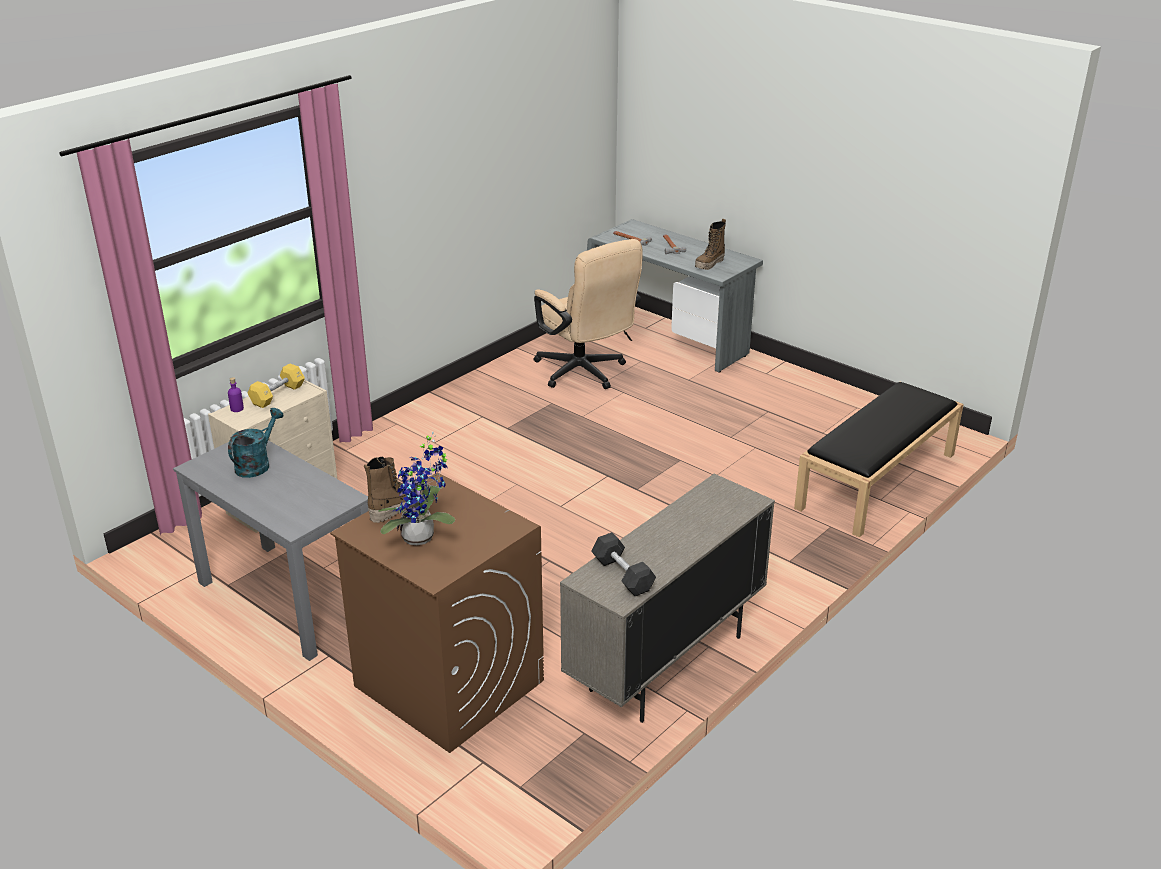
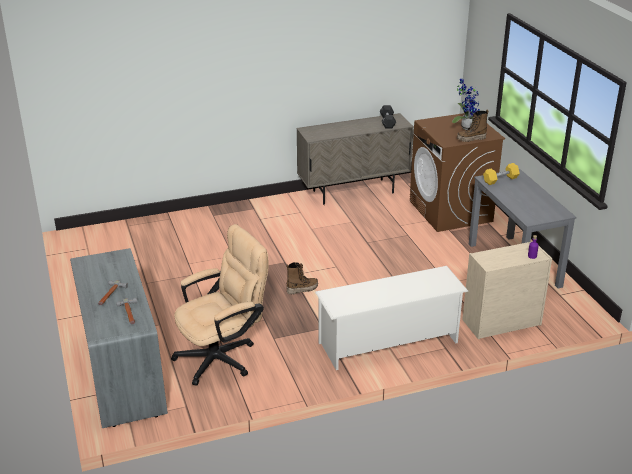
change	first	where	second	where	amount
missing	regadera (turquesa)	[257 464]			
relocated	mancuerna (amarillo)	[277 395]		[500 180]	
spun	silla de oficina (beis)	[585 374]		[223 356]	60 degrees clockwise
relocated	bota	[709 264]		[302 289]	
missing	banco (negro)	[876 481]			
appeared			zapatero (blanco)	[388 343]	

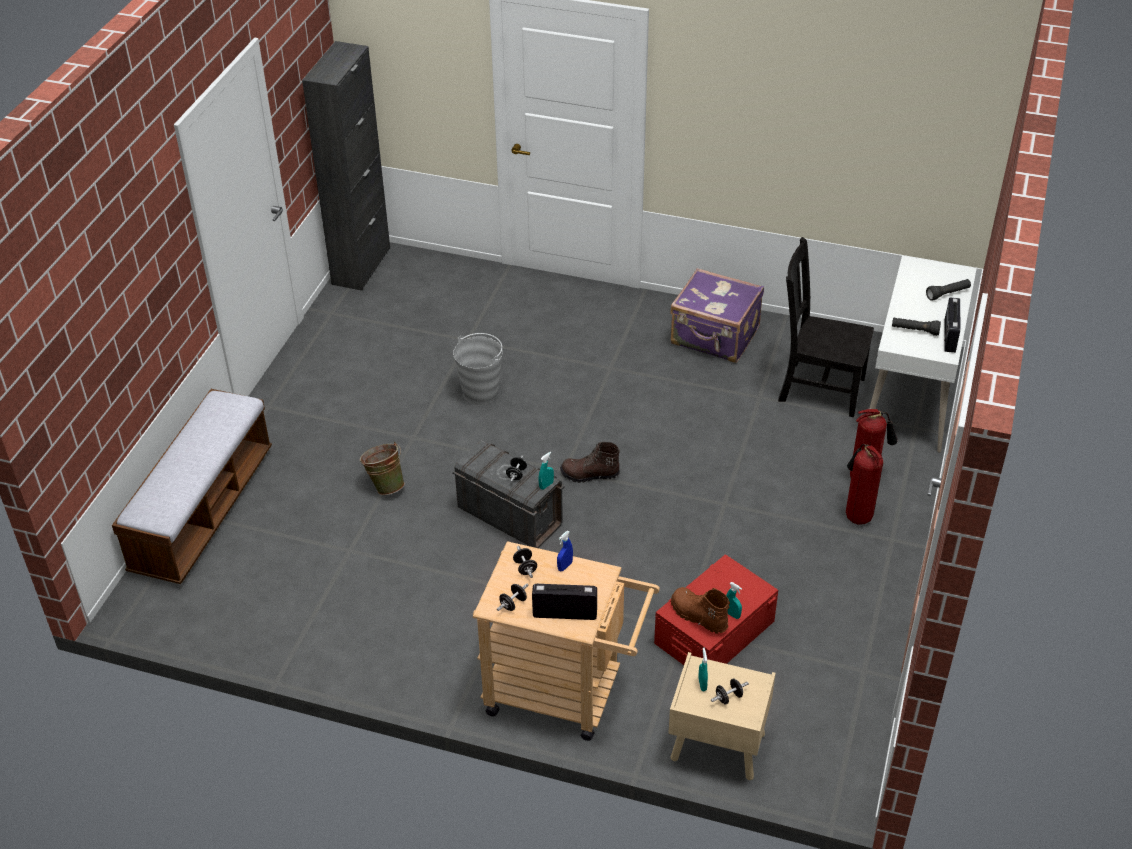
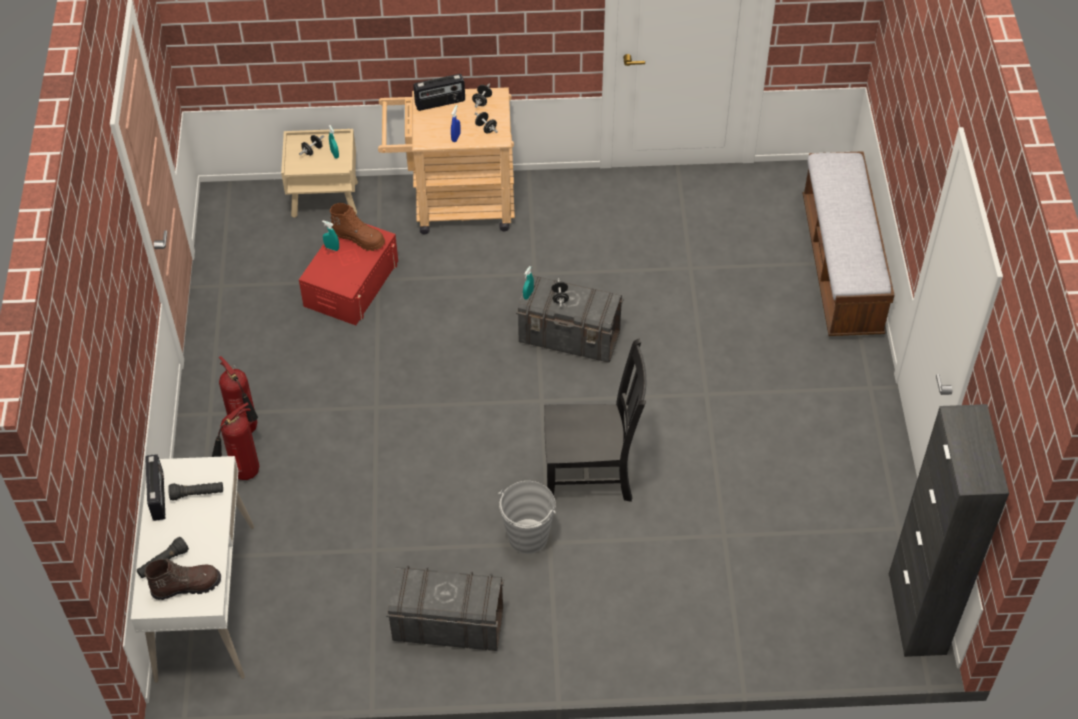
change	first	where	second	where	amount
missing	cubo (verde)	[385 485]			
relocated	cubo (gris)	[481 393]		[527 537]	
relocated	bota (marrón)	[589 475]		[186 585]	
exchanged	maleta (morado)	[715 337]	caja de almacenaje (gris)	[447 625]	
relocated	silla (negro)	[818 388]		[592 473]	

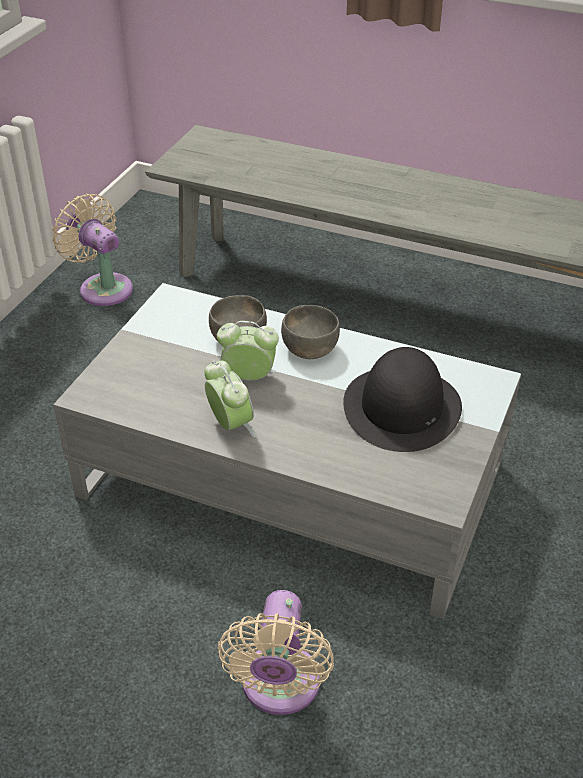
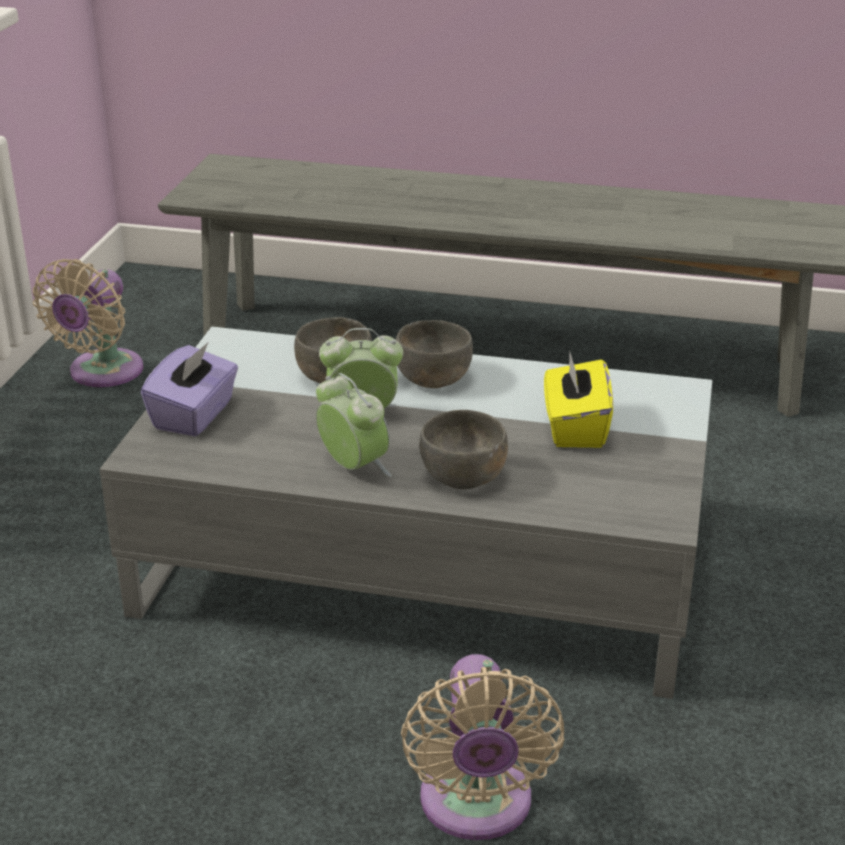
change	first	where	second	where	amount
spun	ventilador (beis)	[103 287]		[102 373]	105 degrees counterclockwise
exchanged	sombrero (negro)	[402 408]	caja de pañuelos (amarillo)	[575 428]	
appeared			caja de pañuelos (morado)	[194 415]	
appeared			cuenco (gris)	[464 477]	

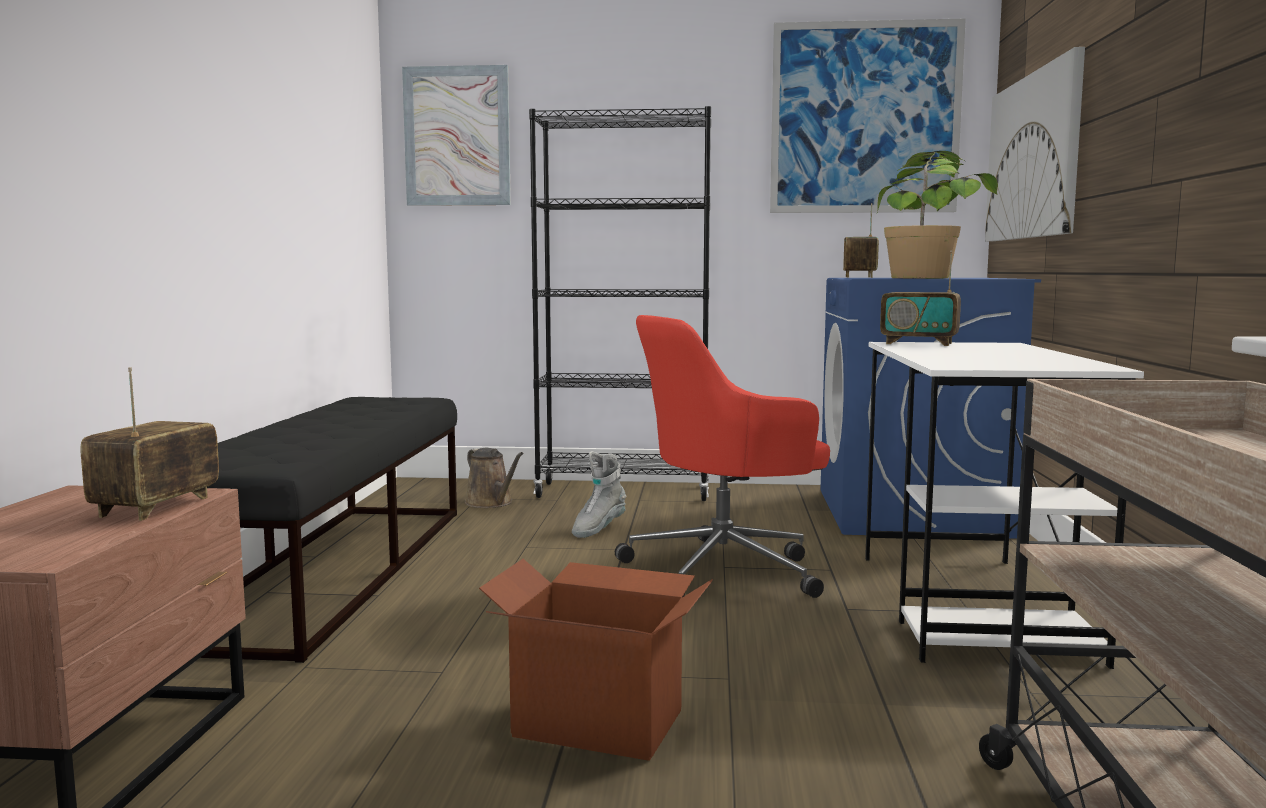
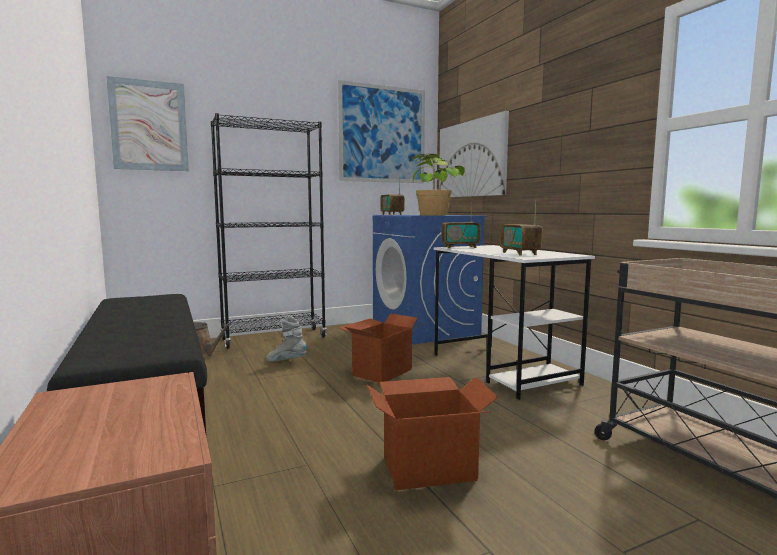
change	first	where	second	where	amount
relocated	radio	[157 507]		[520 253]	
spun	bota (gris)	[598 529]		[287 361]	105 degrees clockwise
exchanged	silla de oficina (rojo)	[725 570]	caja de cartón	[381 372]	

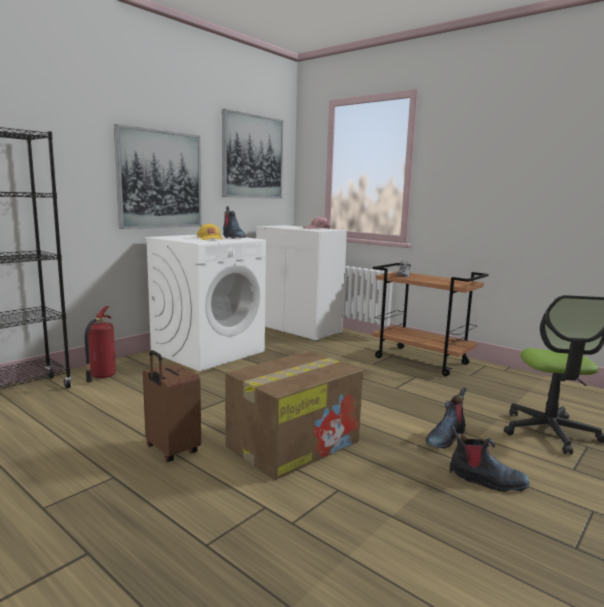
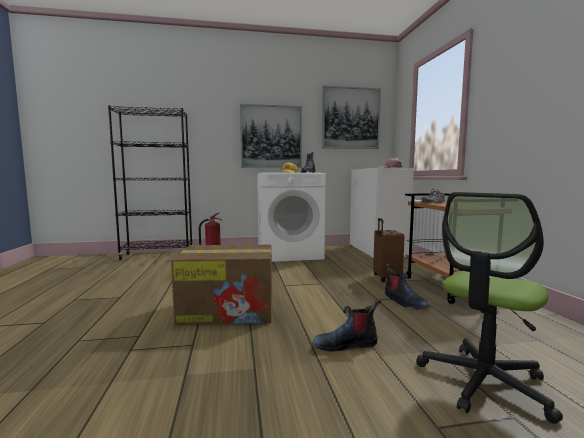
change	first	where	second	where	amount
relocated	maleta (marrón)	[171 450]		[386 278]	
relocated	bota	[486 480]		[404 302]	

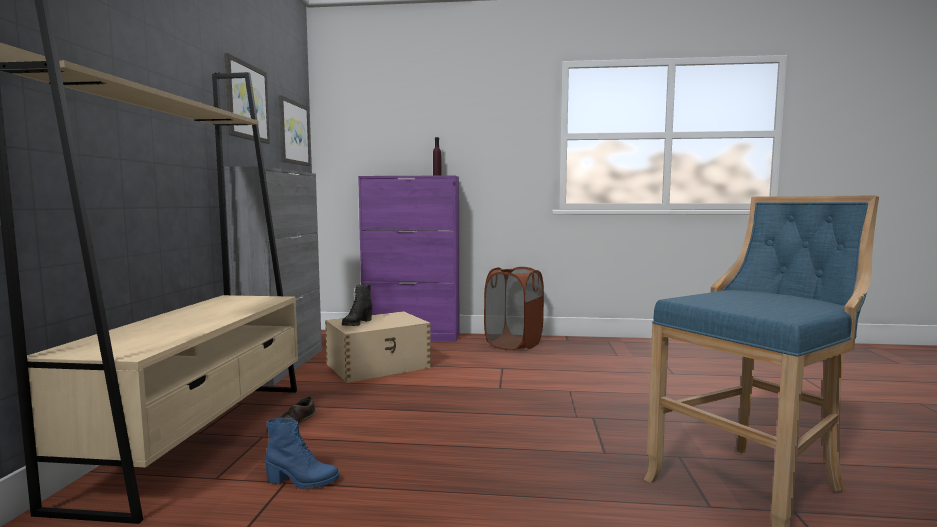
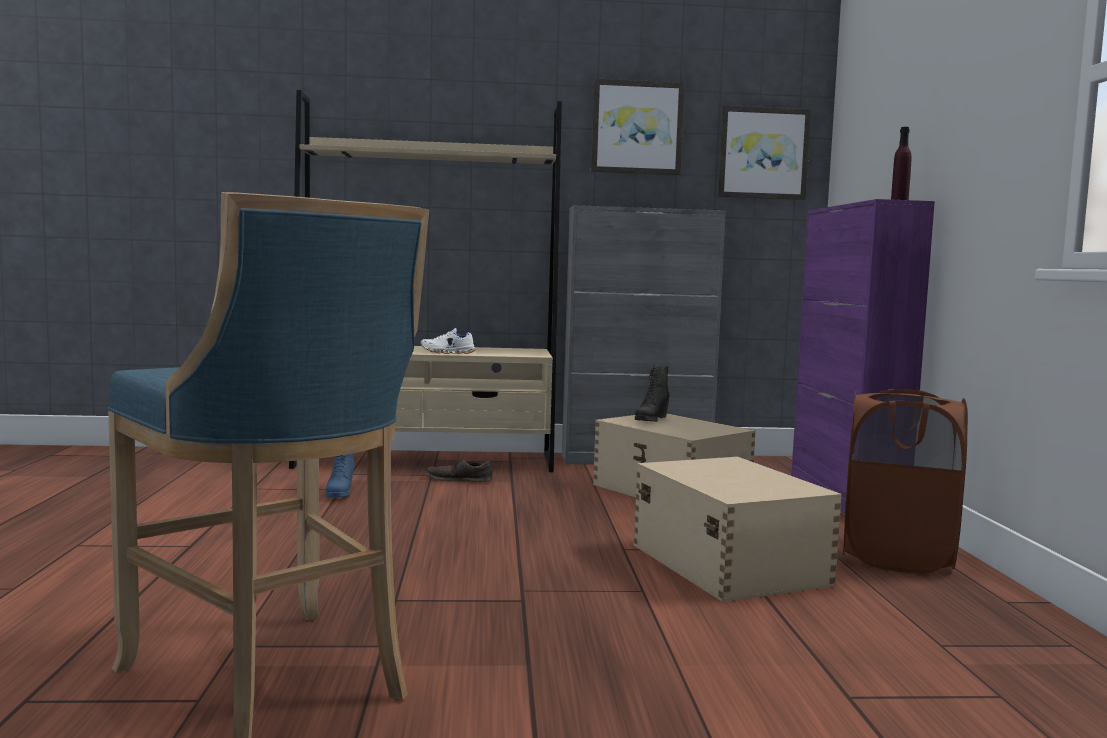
change	first	where	second	where	amount
spun	bota (negro)	[356 323]		[650 419]	75 degrees counterclockwise
appeared			zapato (blanco)	[447 353]	
appeared			caja de almacenaje (beis)	[728 563]	

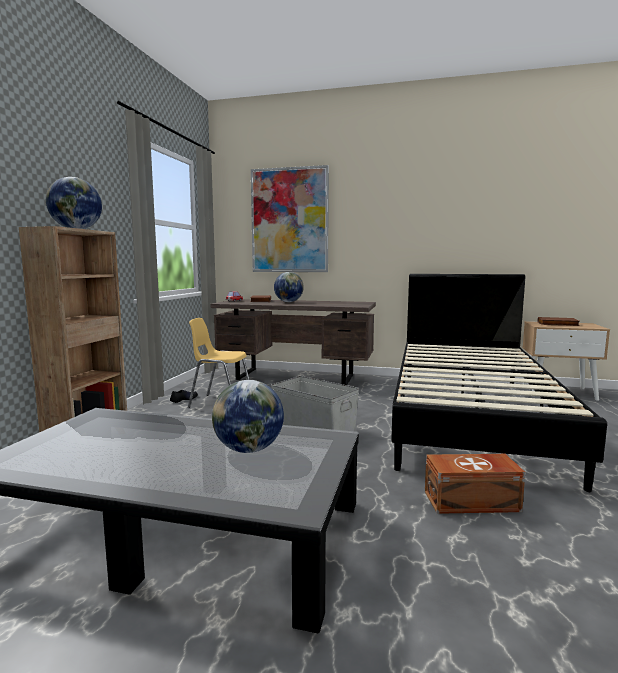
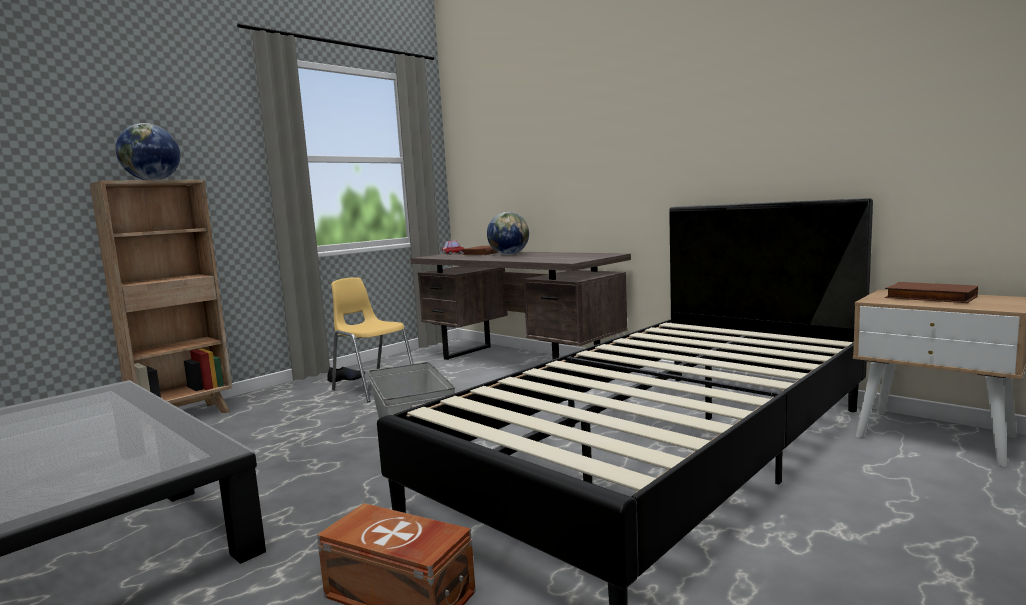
change	first	where	second	where	amount
missing	globo terráqueo	[248 450]			
missing	cuadro	[289 220]			

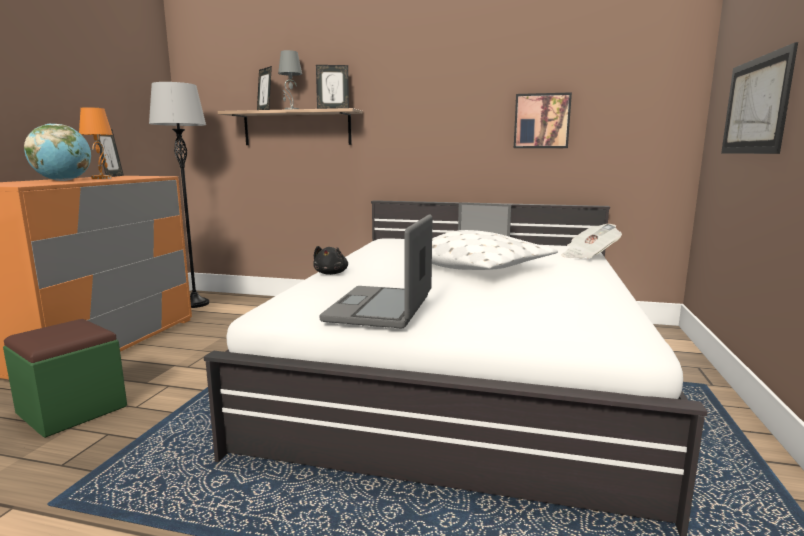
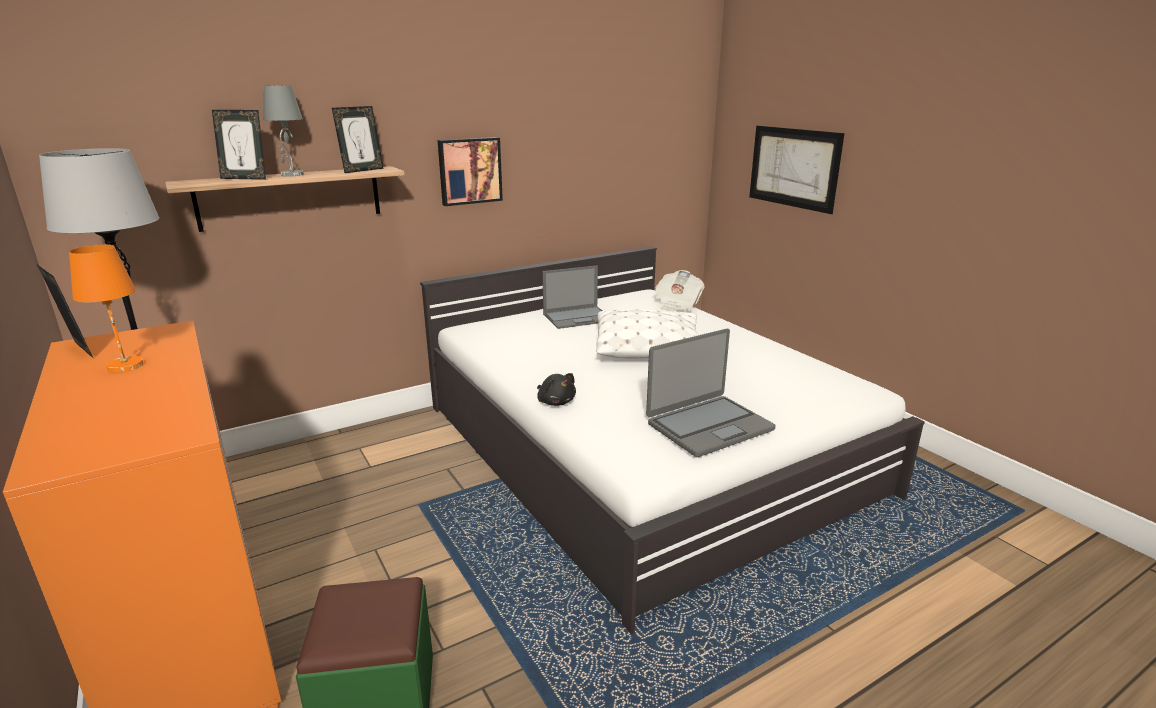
change	first	where	second	where	amount
missing	globo terráqueo	[63 181]			
spun	portátil	[381 308]		[708 426]	90 degrees counterclockwise
relocated	cuadro	[541 121]		[469 170]	

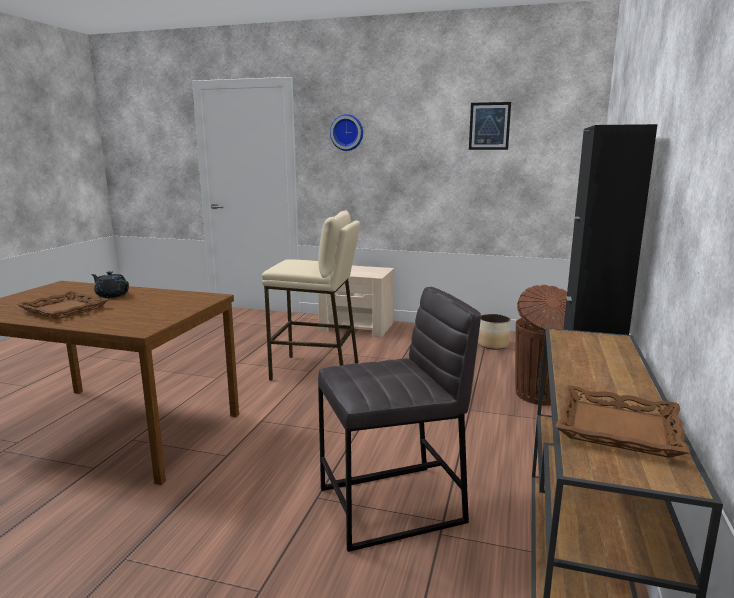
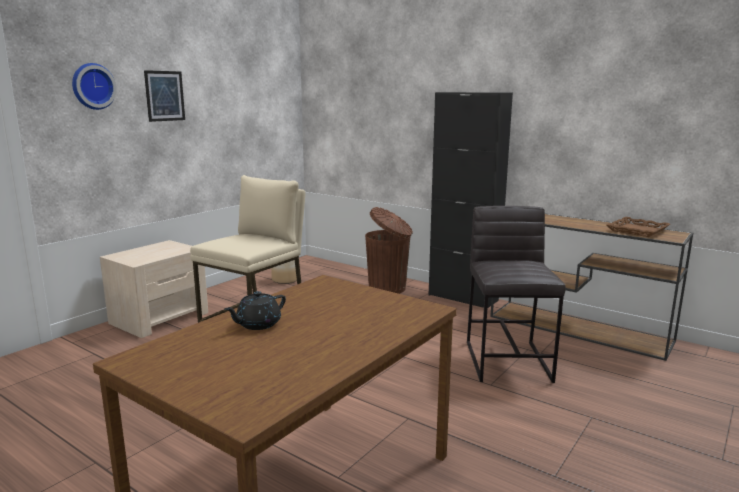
change	first	where	second	where	amount
missing	bandeja (marrón)	[65 309]			
relocated	cuadro	[489 126]		[165 96]	

